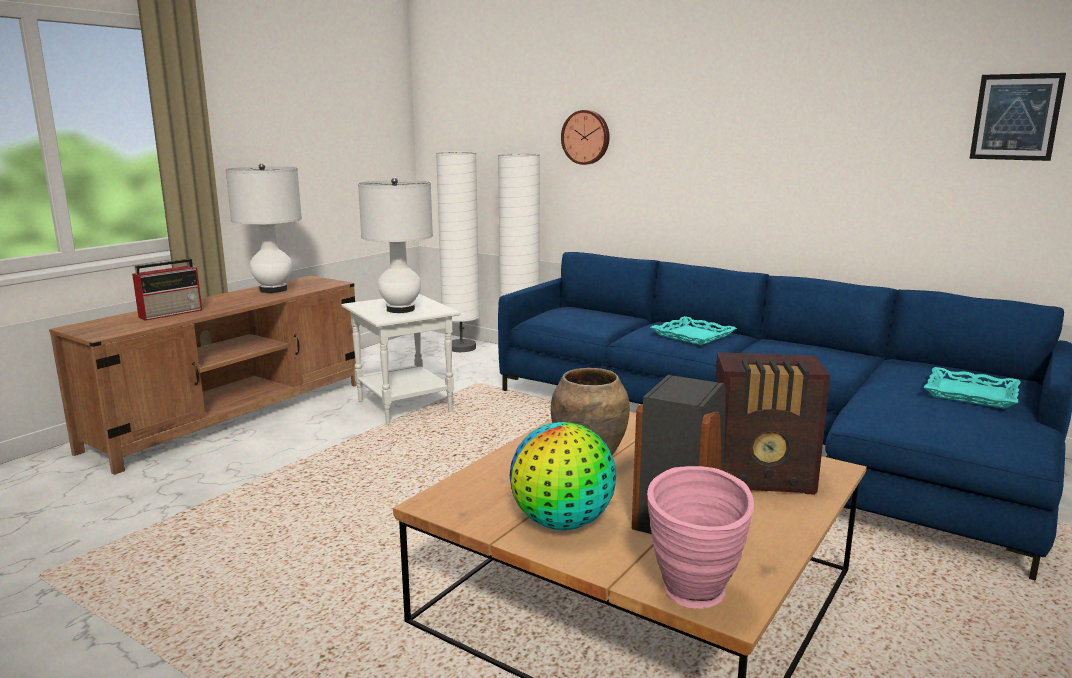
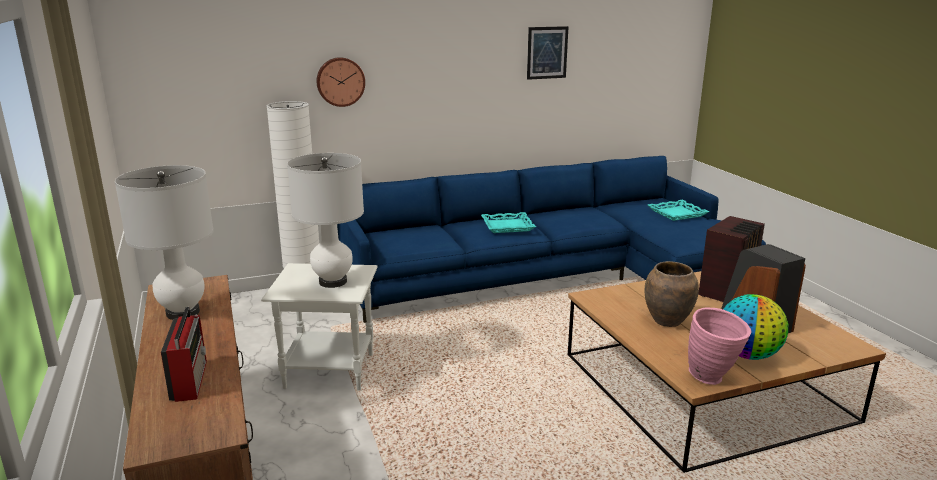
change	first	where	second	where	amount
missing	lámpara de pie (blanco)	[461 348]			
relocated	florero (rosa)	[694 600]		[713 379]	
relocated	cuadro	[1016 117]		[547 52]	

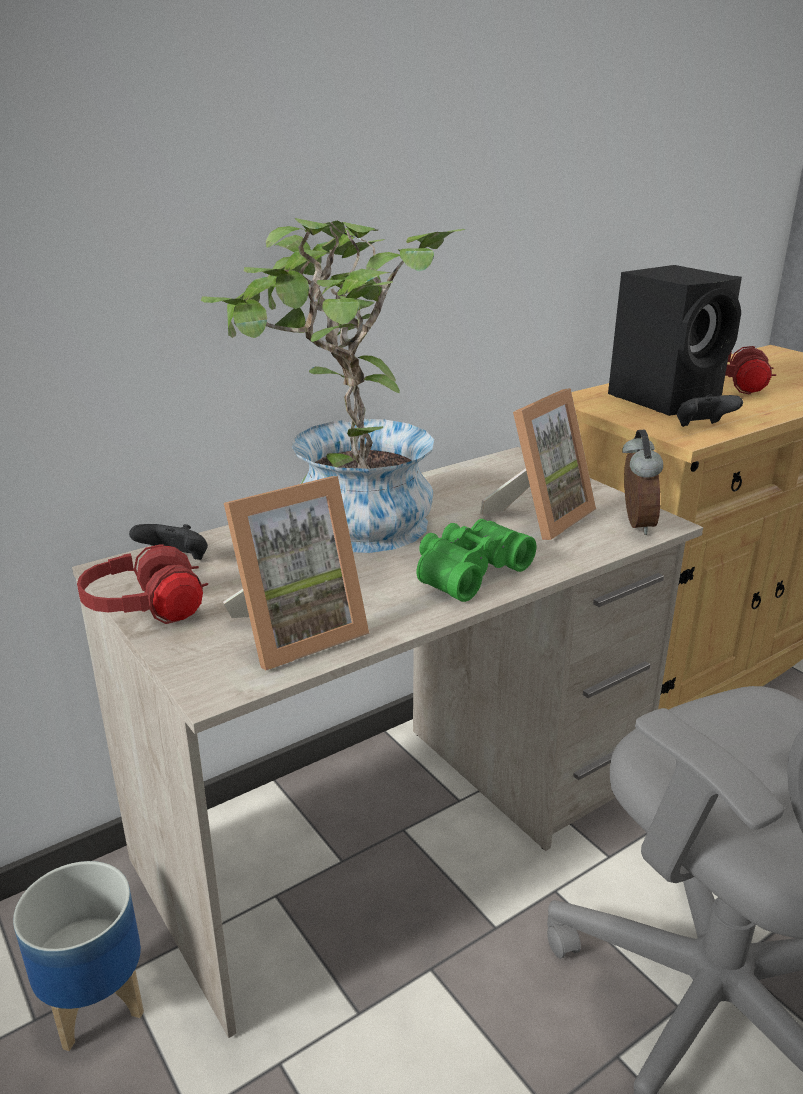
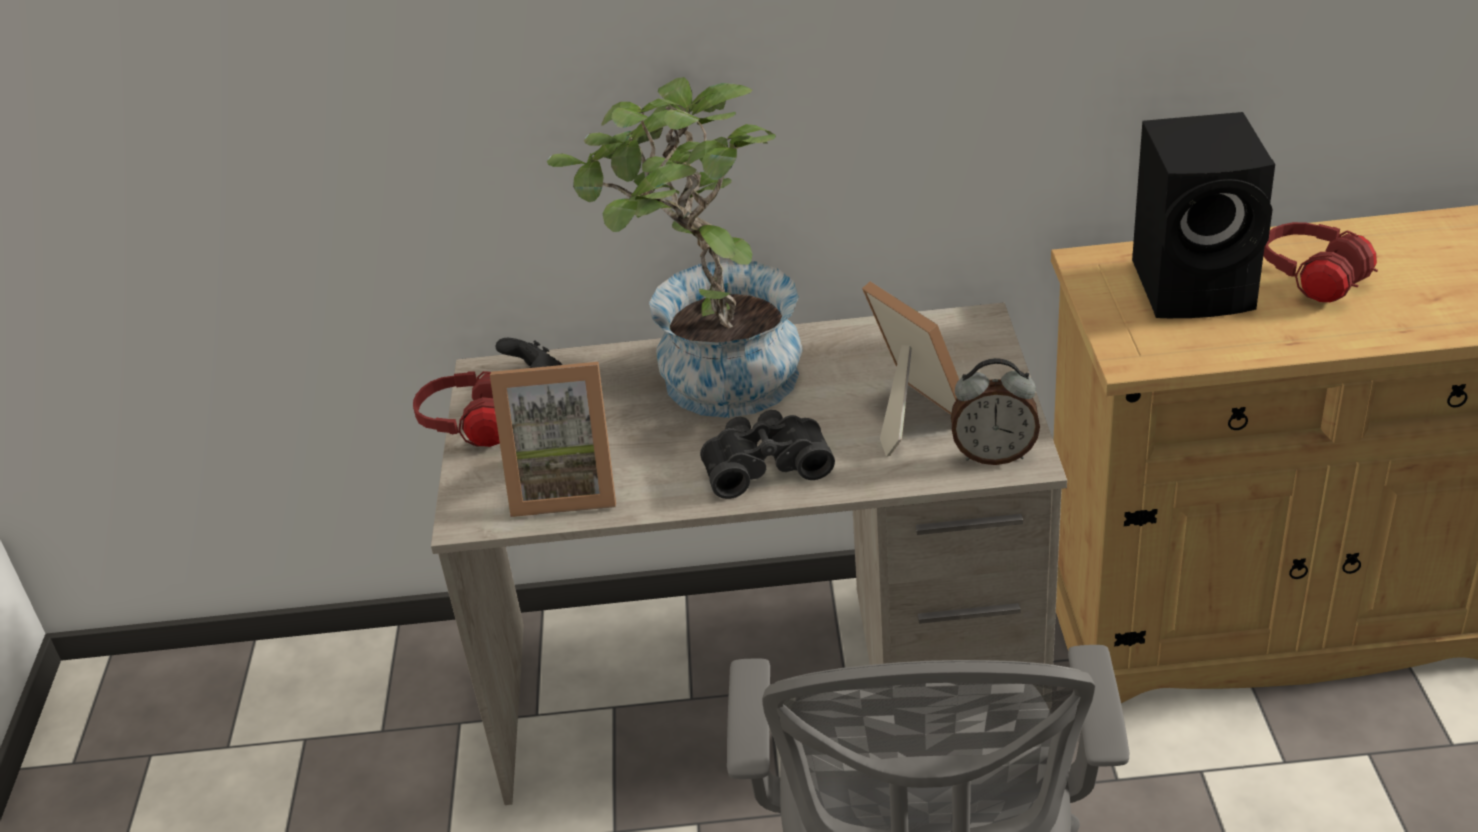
change	first	where	second	where	amount
missing	maceta	[96 1004]			
colour	prismáticos (verde)	[467 571]	prismáticos (negro)	[765 464]	
spun	portarretratos	[540 516]		[909 416]	105 degrees counterclockwise
spun	despertador	[634 524]		[994 455]	60 degrees clockwise
missing	mando de consola (negro)	[702 428]			

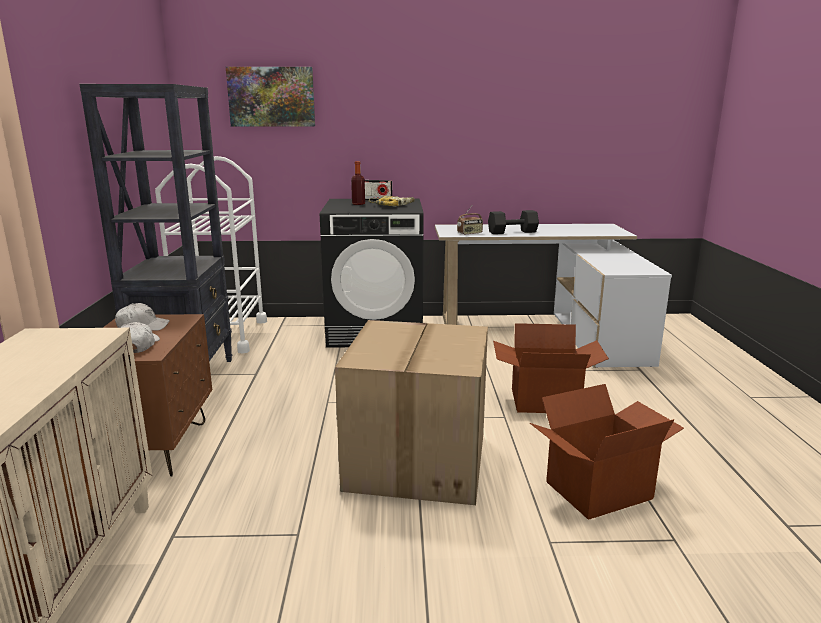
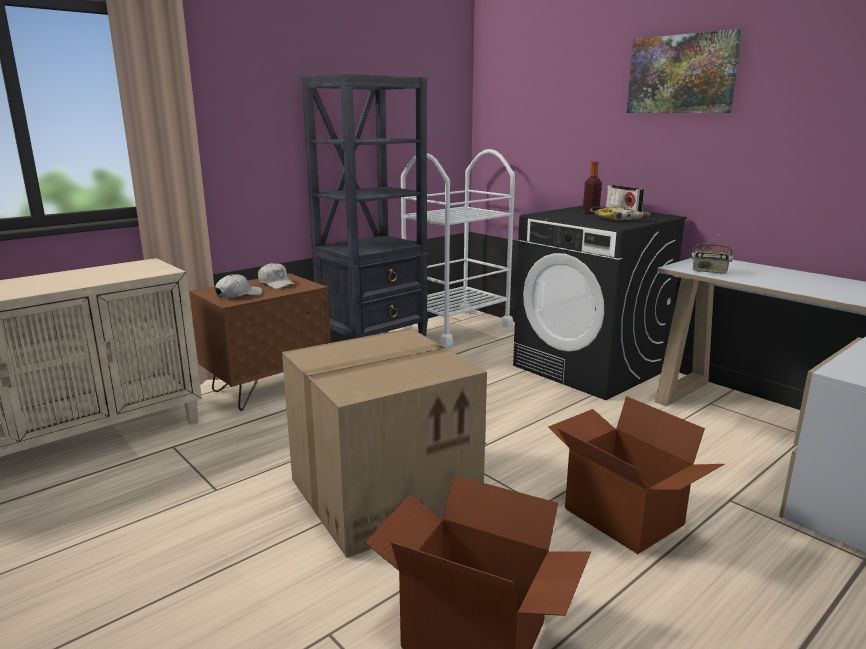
change	first	where	second	where	amount
relocated	cuadro	[271 97]		[681 74]	
missing	mancuerna (negro)	[512 232]			

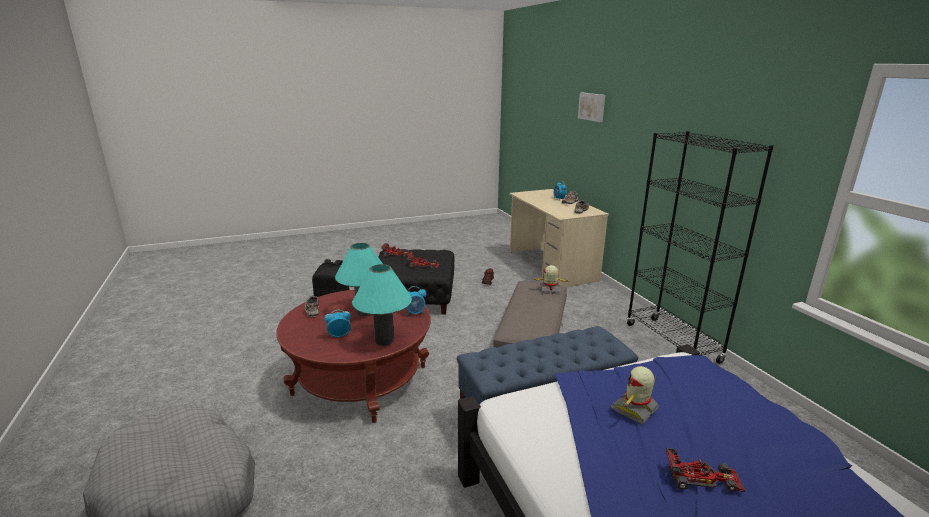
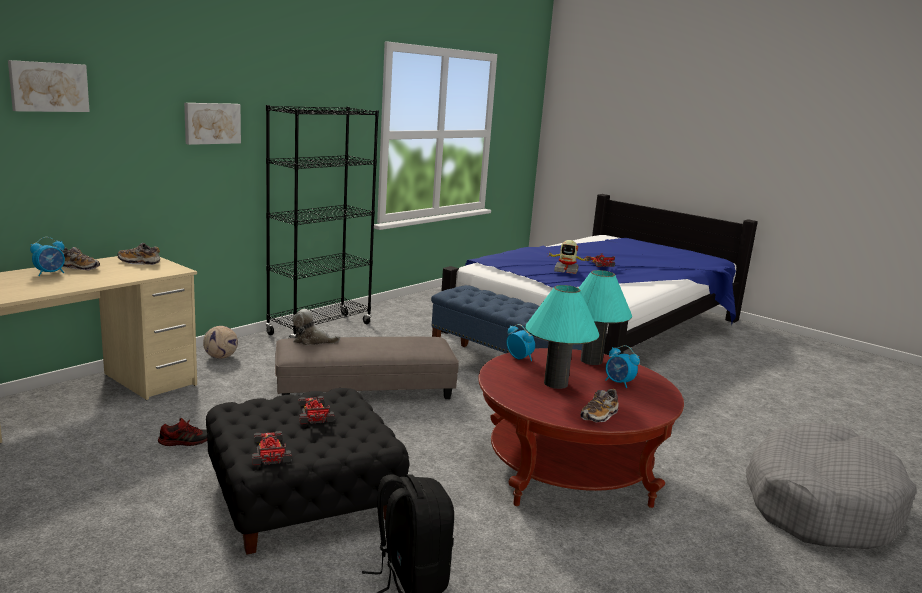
change	first	where	second	where	amount
exchanged	robot de juguete	[550 290]	peluche	[312 341]	
appeared			cuadro	[211 123]	
appeared			balón de fútbol	[221 357]	

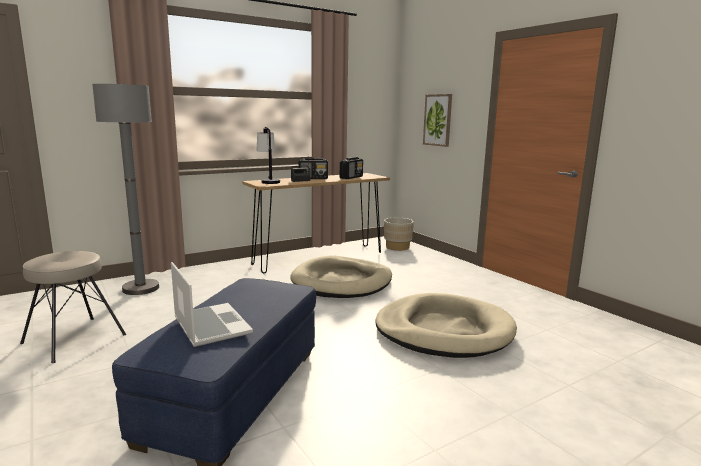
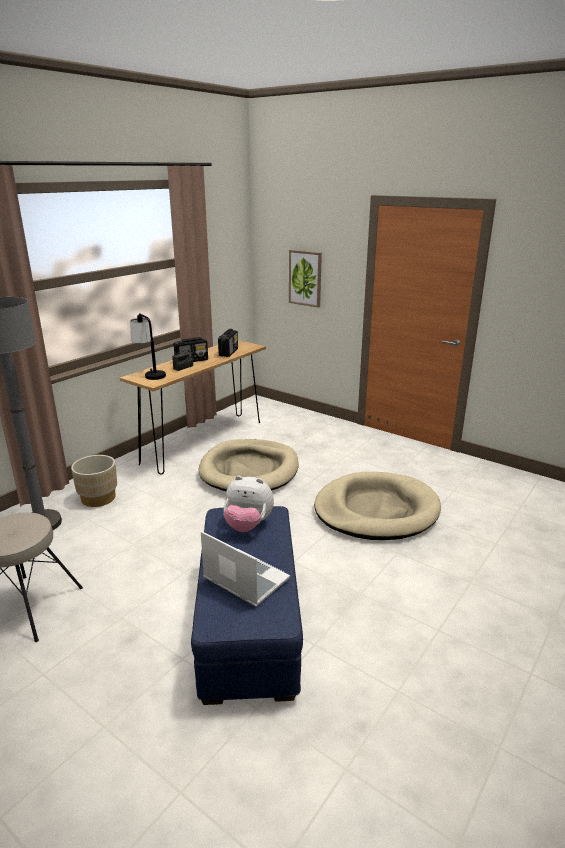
change	first	where	second	where	amount
relocated	maceta (beis)	[397 247]		[98 498]	
appeared			peluche	[248 526]	

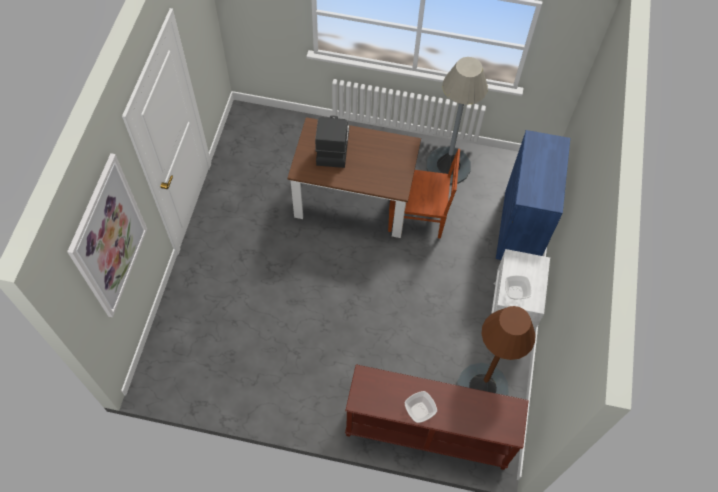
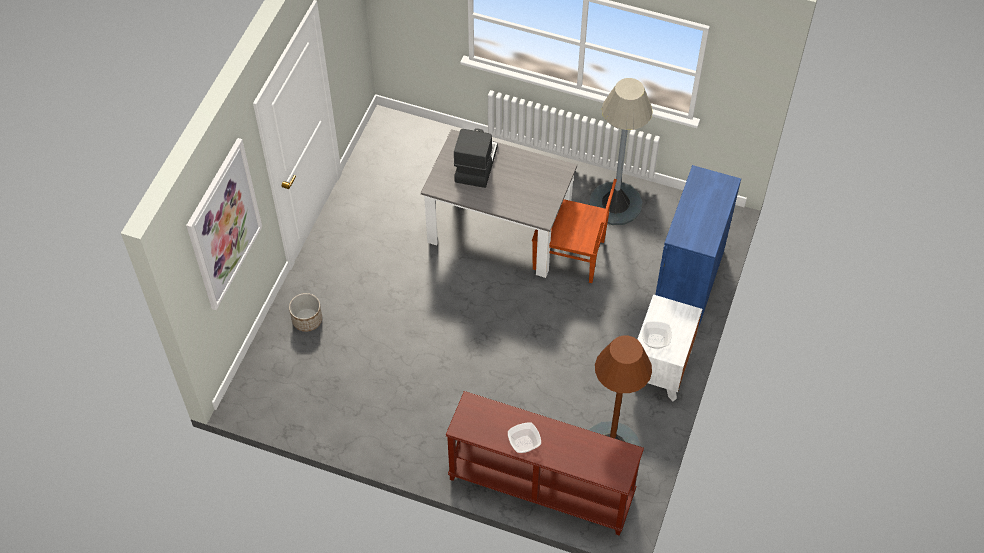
change	first	where	second	where	amount
colour	mesa de comedor (marrón)	[354 200]	mesa de comedor (gris)	[499 230]	
appeared			maceta	[307 320]	

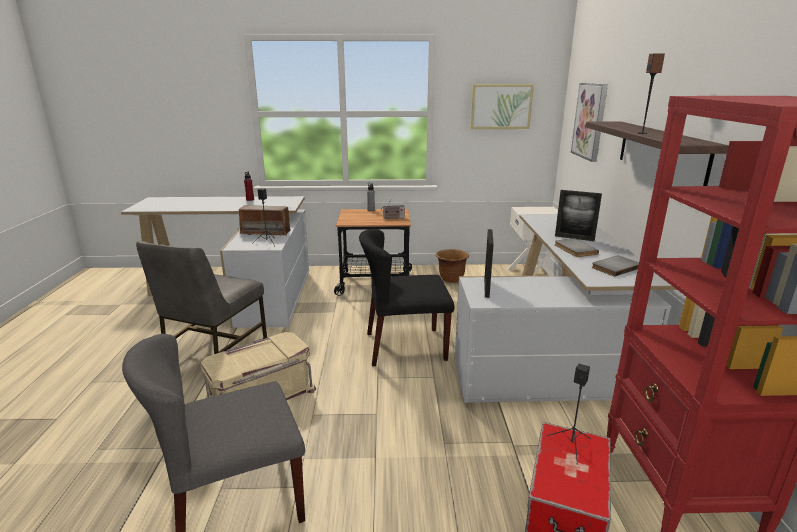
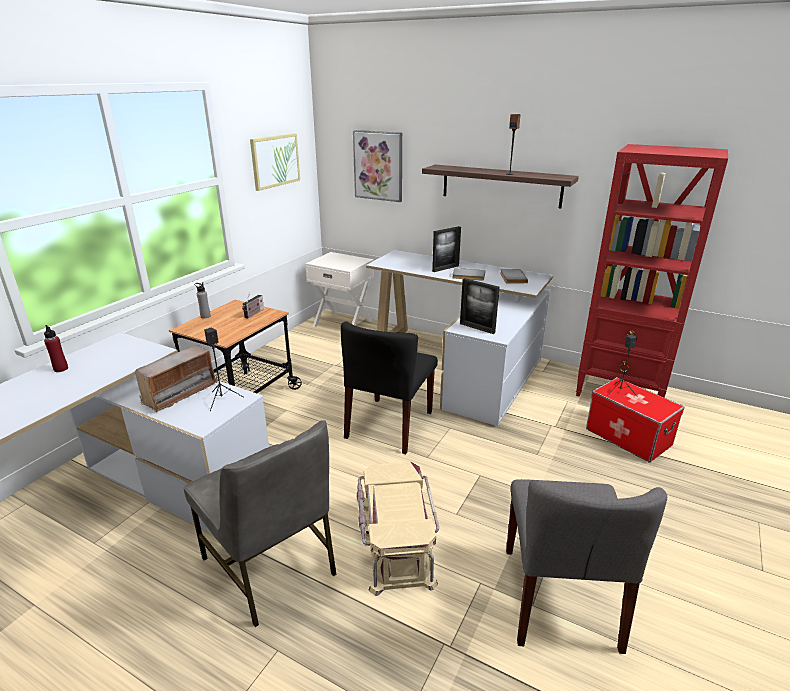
change	first	where	second	where	amount
missing	maceta (marrón)	[451 279]			

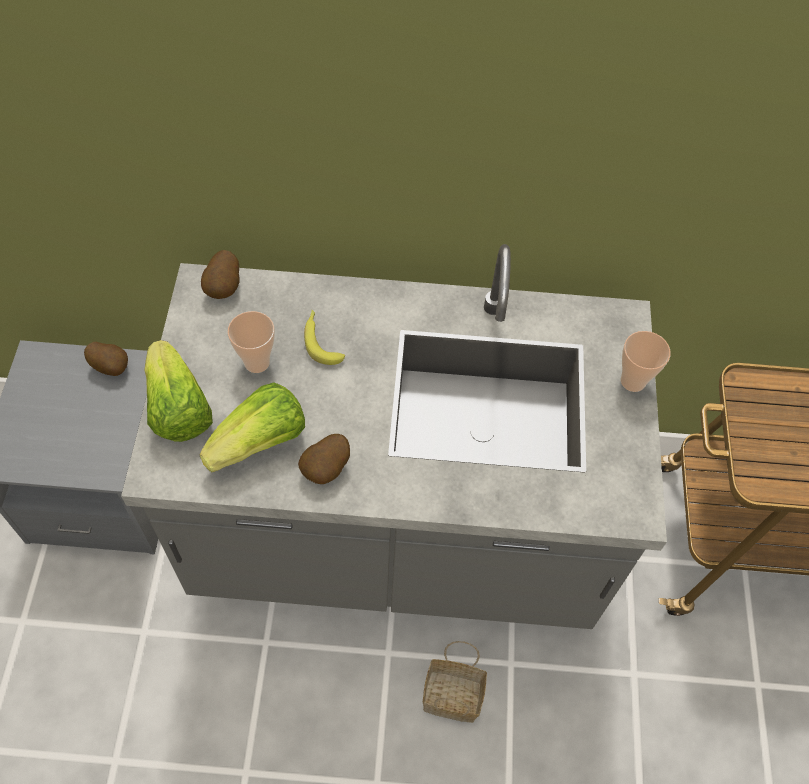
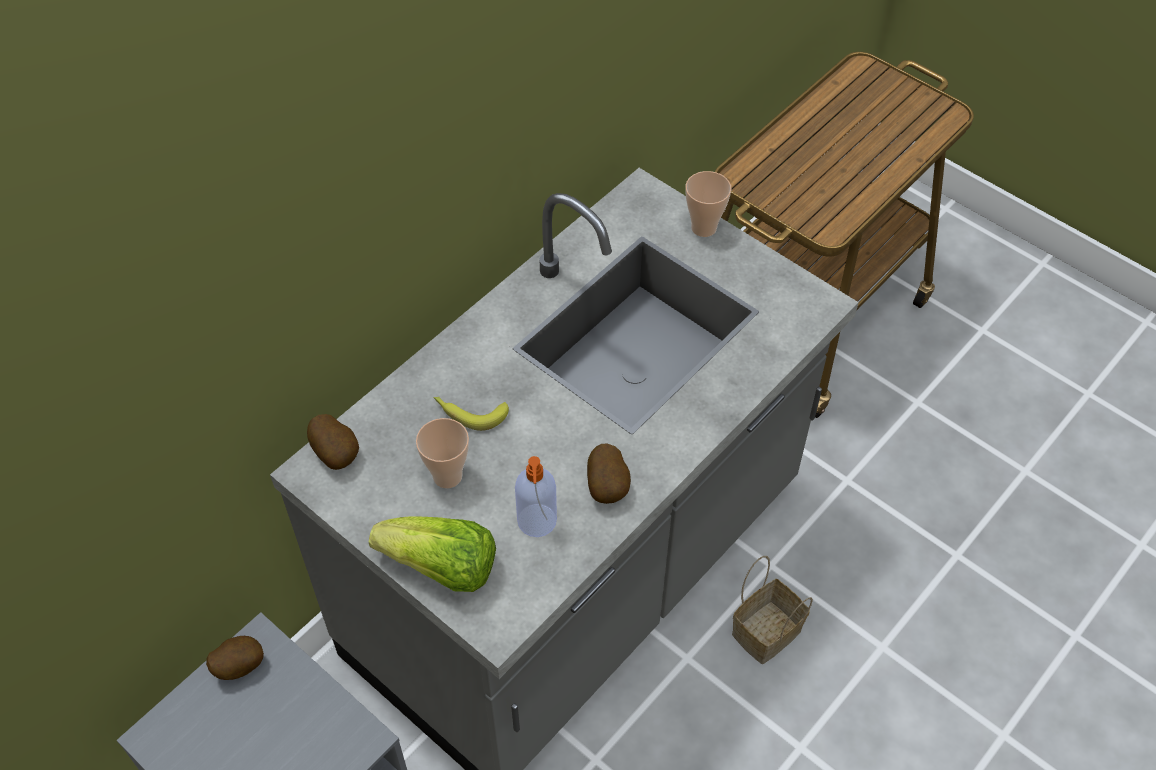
change	first	where	second	where	amount
exchanged	lechuga	[260 442]	dispensador de jabón	[537 522]	

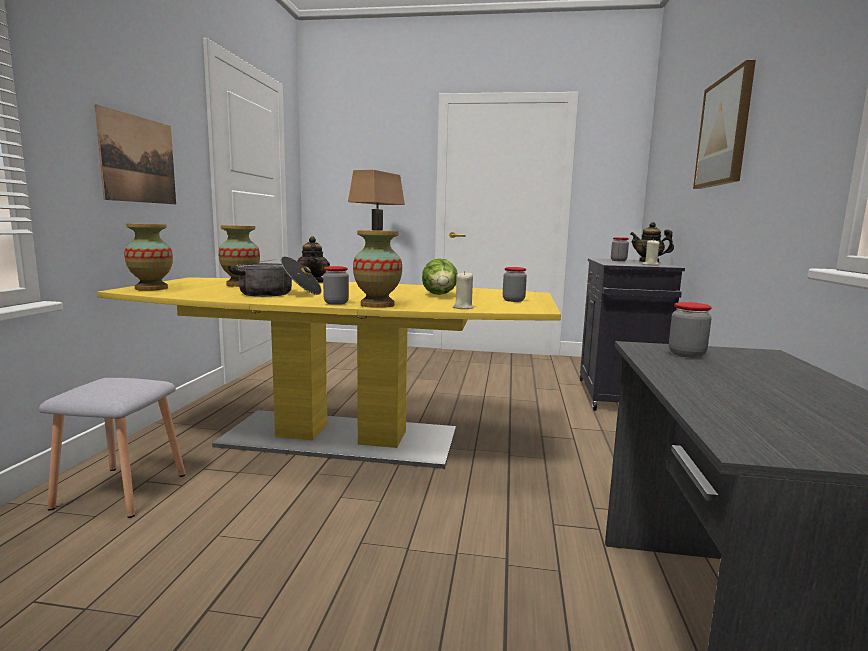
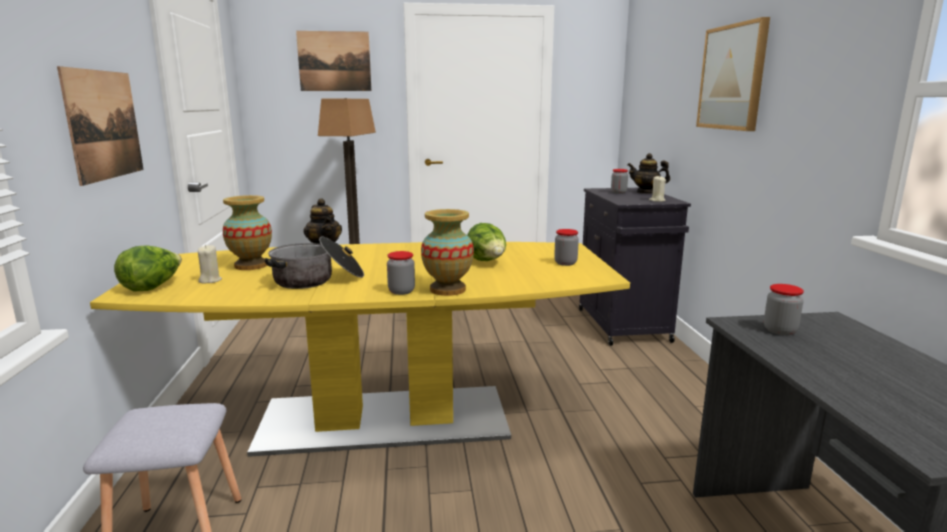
change	first	where	second	where	amount
exchanged	florero	[151 288]	lechuga	[153 287]	
relocated	vela (beis)	[463 308]		[210 280]	
appeared			cuadro	[334 61]	

